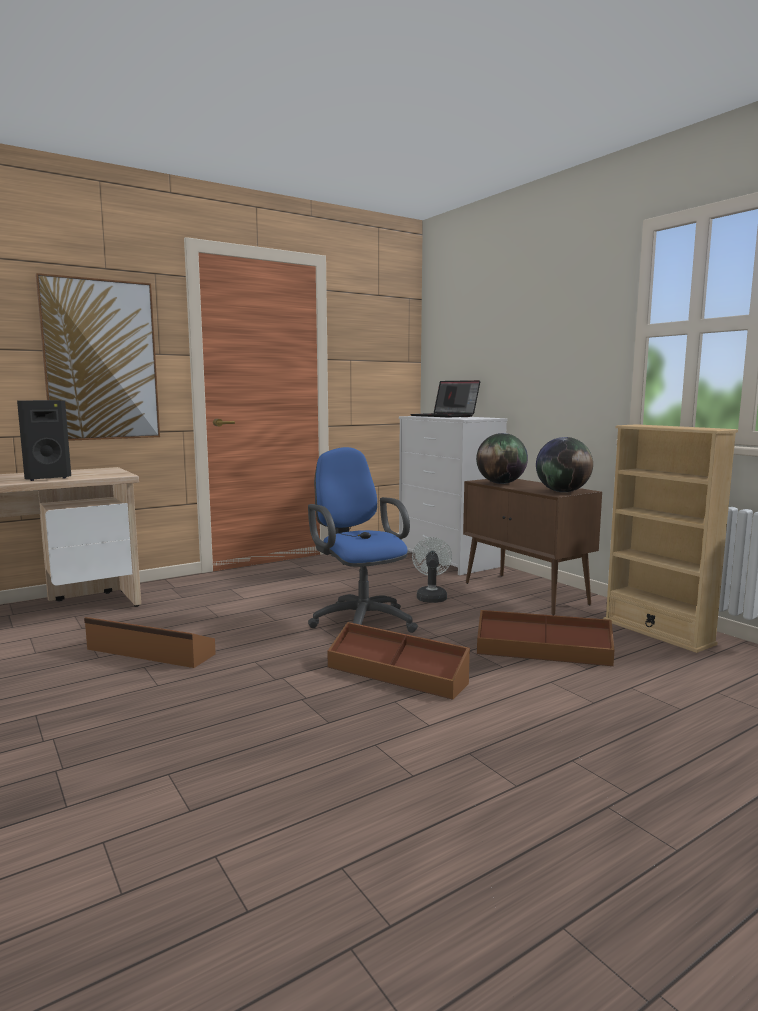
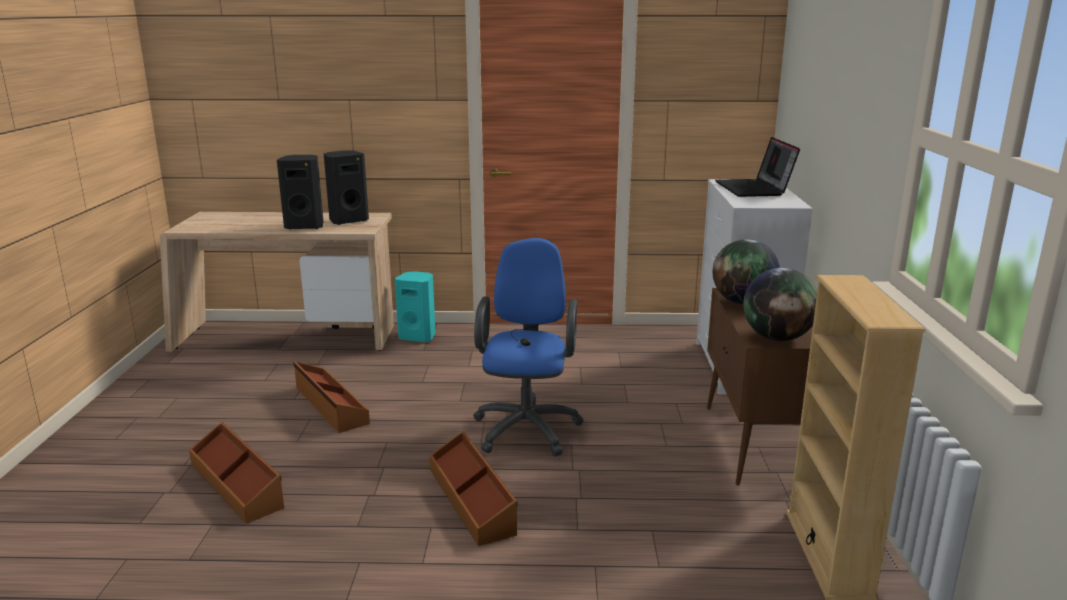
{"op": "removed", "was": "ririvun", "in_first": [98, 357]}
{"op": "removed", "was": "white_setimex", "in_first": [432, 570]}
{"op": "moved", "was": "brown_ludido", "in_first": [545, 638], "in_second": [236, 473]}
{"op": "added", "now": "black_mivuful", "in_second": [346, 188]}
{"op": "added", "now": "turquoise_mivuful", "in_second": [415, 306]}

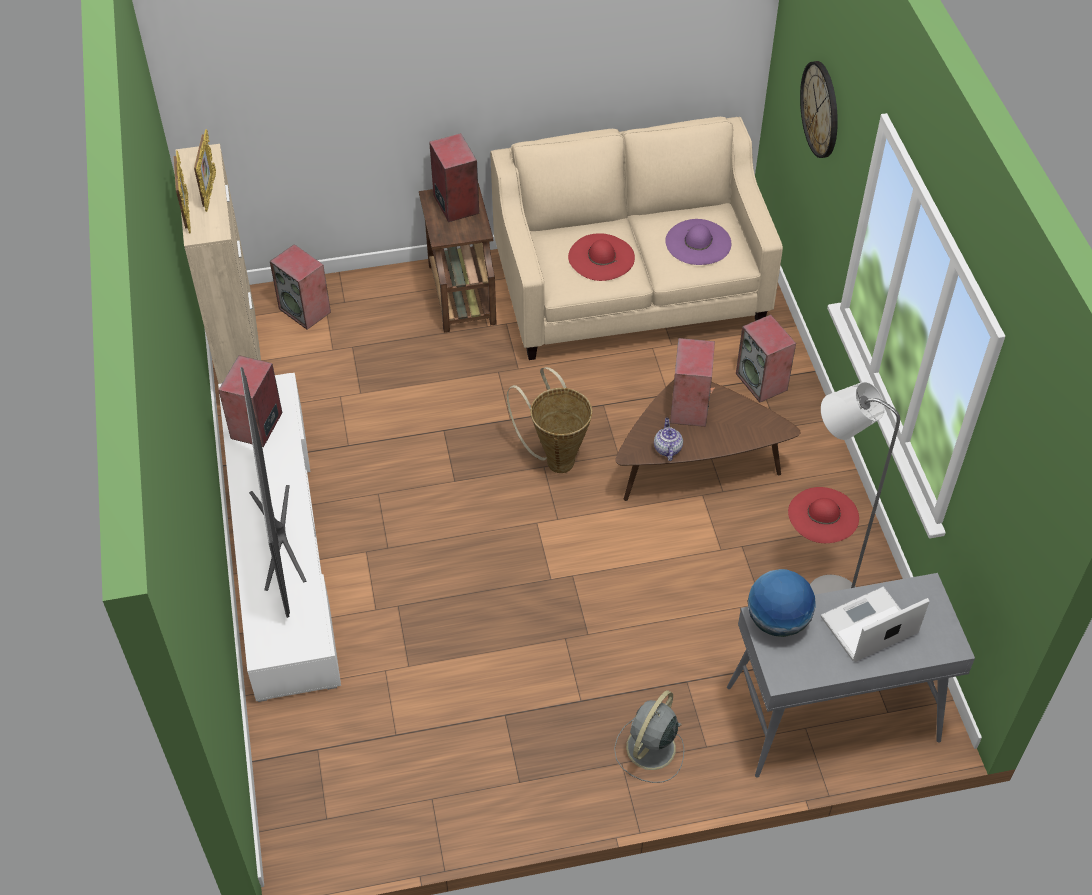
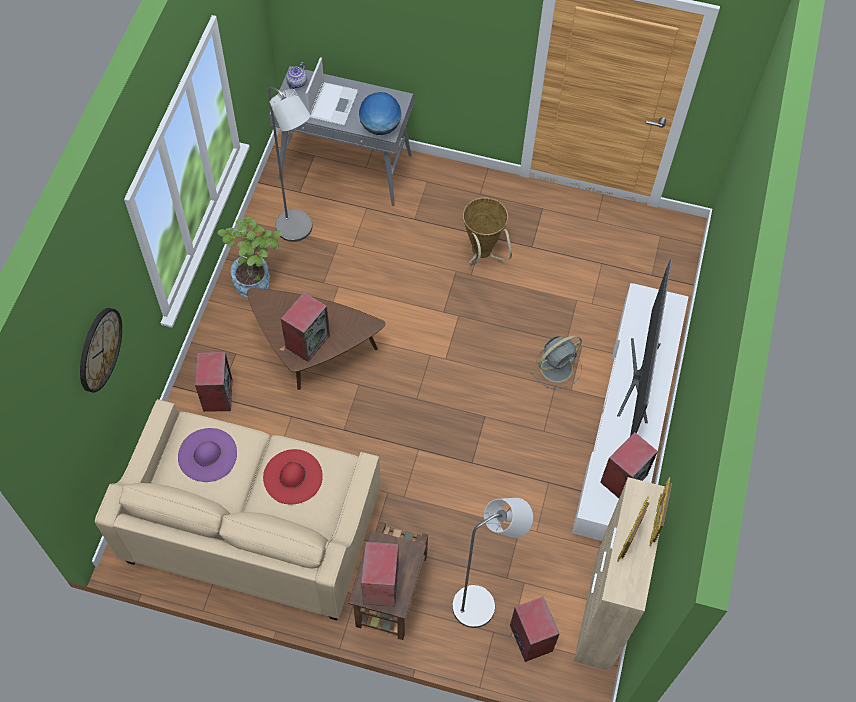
{"op": "moved", "was": "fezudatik", "in_first": [549, 420], "in_second": [487, 231]}
{"op": "moved", "was": "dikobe", "in_first": [668, 439], "in_second": [296, 75]}
{"op": "replaced", "was": "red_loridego", "now": "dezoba", "in_first": [823, 515], "in_second": [249, 256]}
{"op": "turned", "was": "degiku", "in_first": [875, 624], "in_second": [331, 91], "clockwise": -75}
{"op": "moved", "was": "grey_setimex", "in_first": [649, 736], "in_second": [556, 362]}
{"op": "added", "now": "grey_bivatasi", "in_second": [492, 563]}

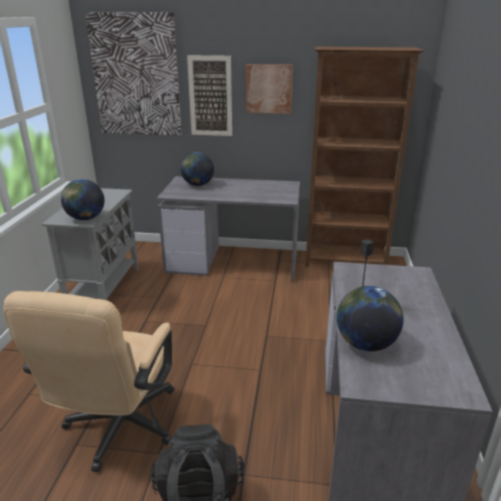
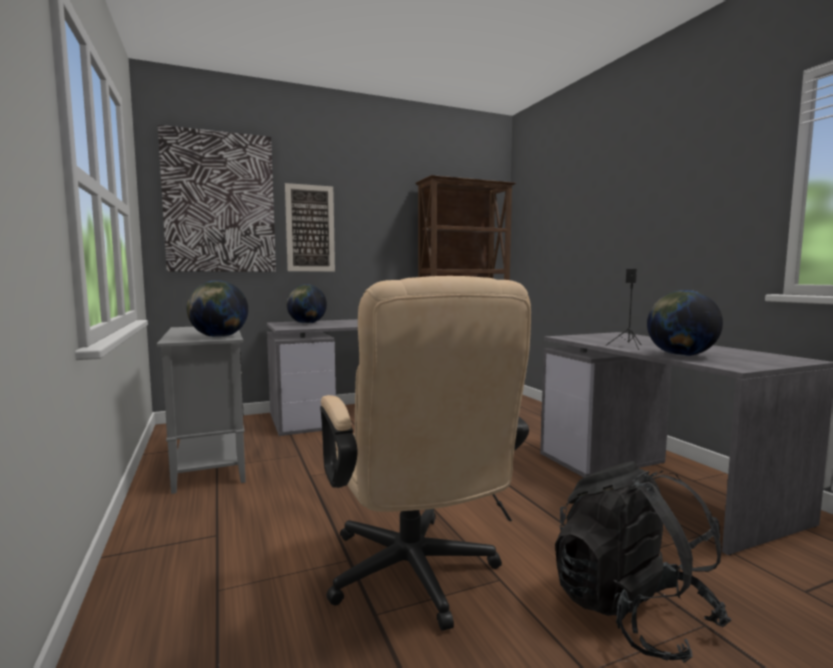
{"op": "removed", "was": "ririvun", "in_first": [269, 89]}

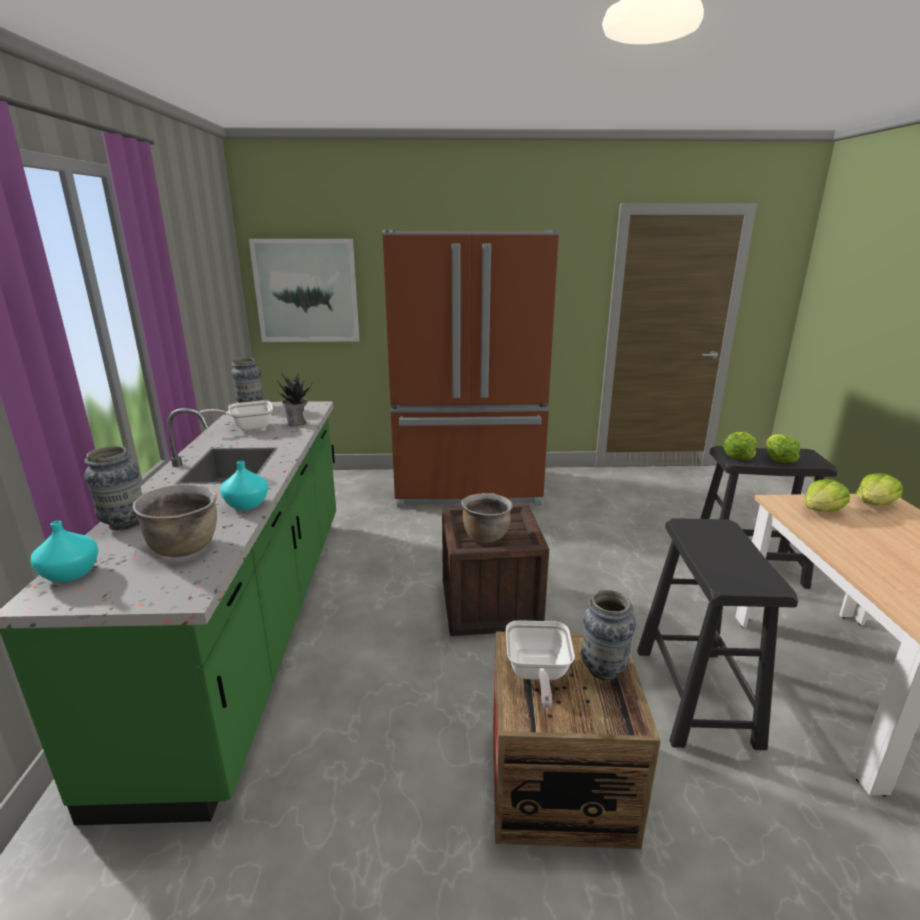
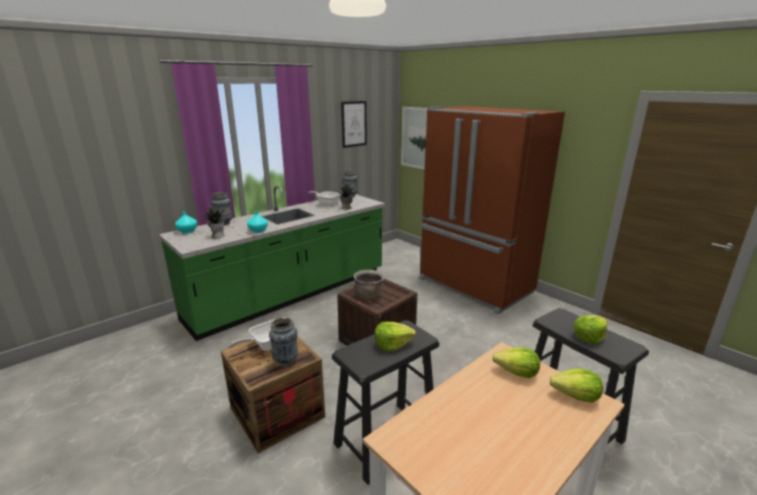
{"op": "moved", "was": "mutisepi", "in_first": [739, 446], "in_second": [395, 336]}
{"op": "replaced", "was": "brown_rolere", "now": "dezoba", "in_first": [175, 521], "in_second": [212, 221]}
{"op": "added", "now": "ririvun", "in_second": [354, 124]}

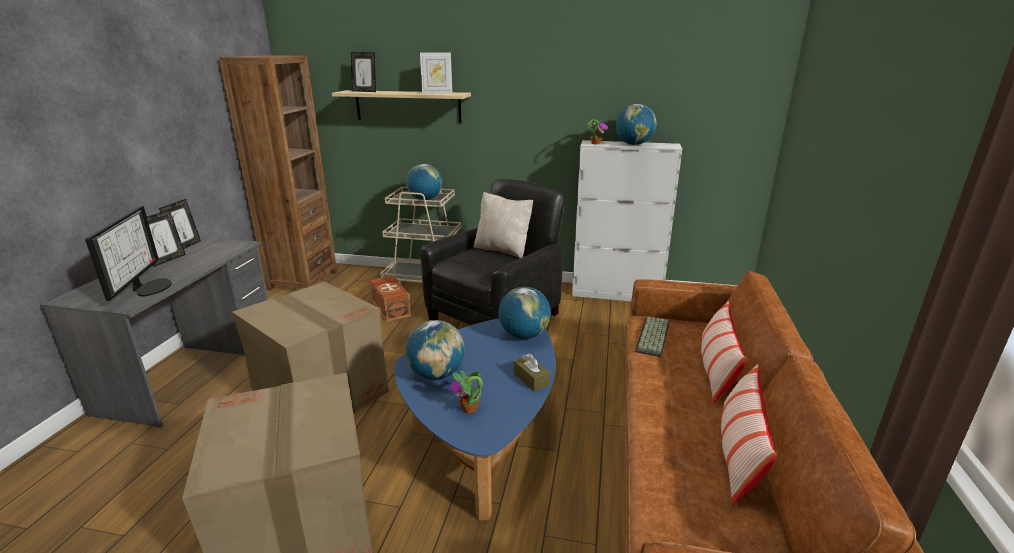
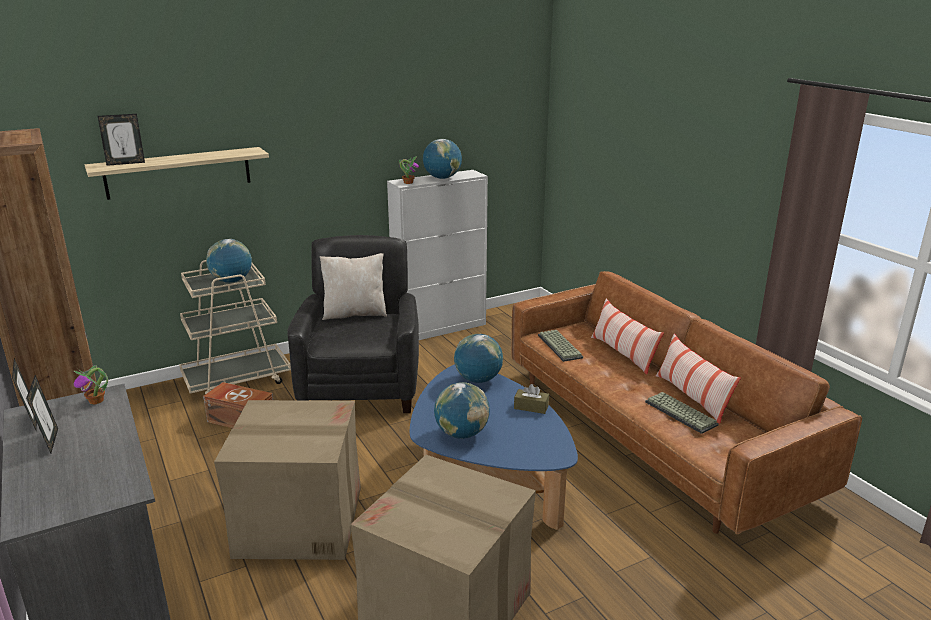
{"op": "removed", "was": "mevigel", "in_first": [436, 73]}
{"op": "removed", "was": "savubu", "in_first": [128, 253]}
{"op": "moved", "was": "dezoba", "in_first": [466, 391], "in_second": [90, 384]}
{"op": "added", "now": "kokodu", "in_second": [682, 413]}

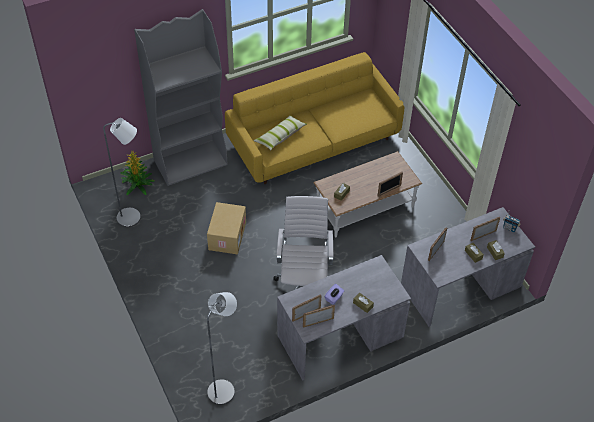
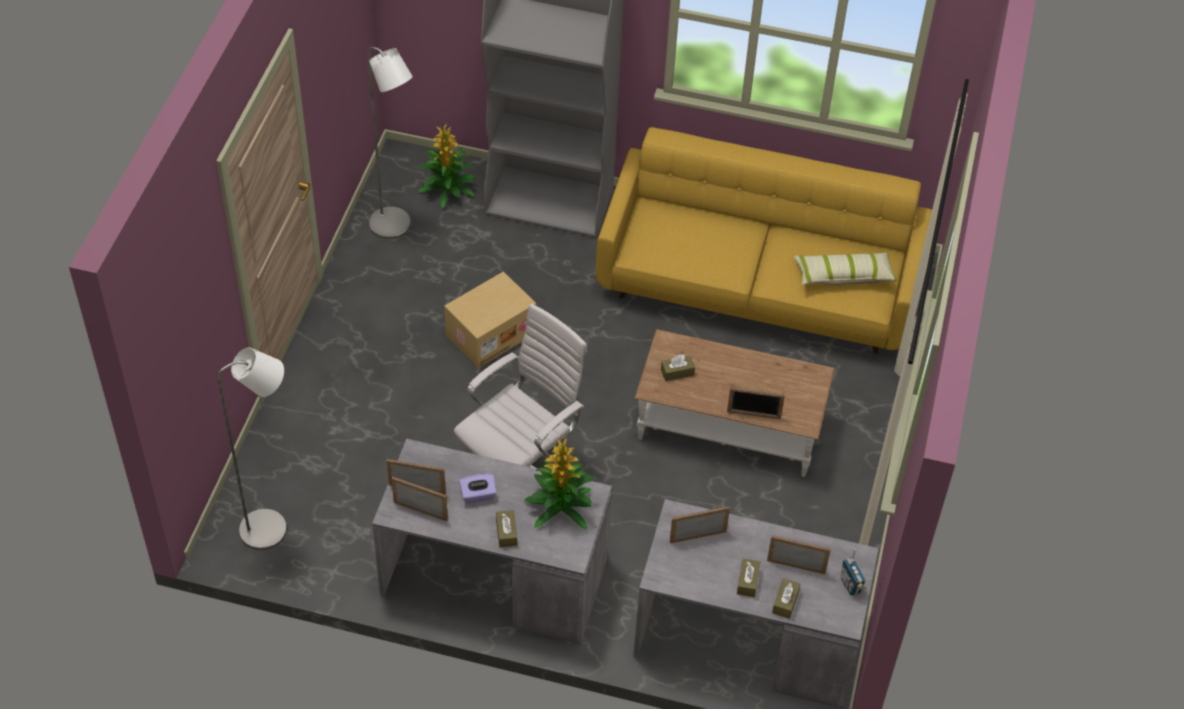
{"op": "moved", "was": "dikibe", "in_first": [280, 132], "in_second": [846, 268]}
{"op": "added", "now": "dezoba", "in_second": [559, 483]}

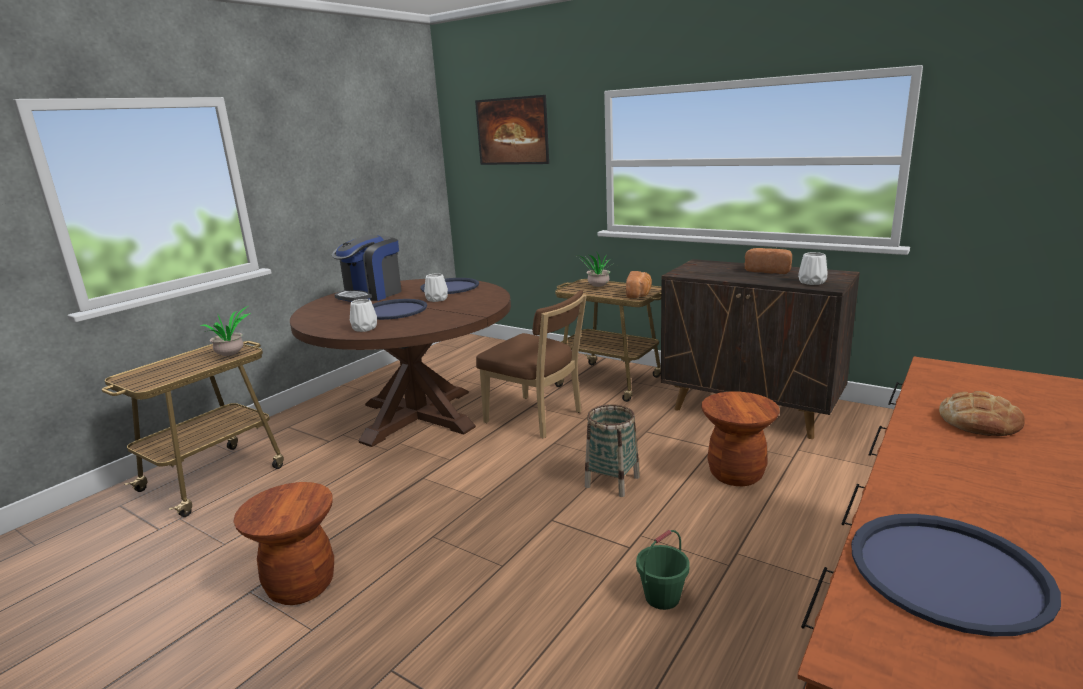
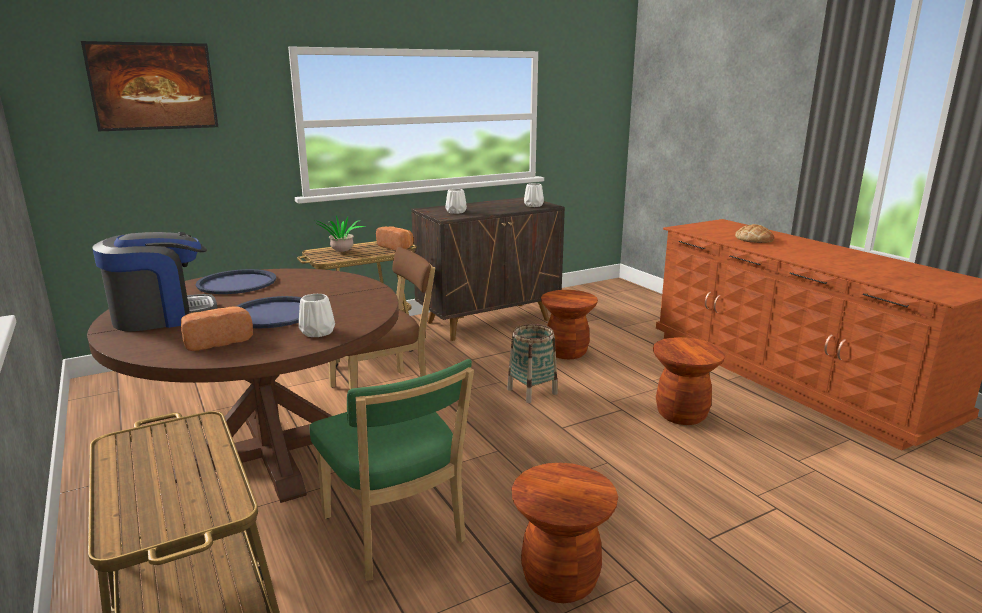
{"op": "turned", "was": "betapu", "in_first": [366, 268], "in_second": [154, 281], "clockwise": -90}
{"op": "moved", "was": "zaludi", "in_first": [768, 261], "in_second": [217, 328]}
{"op": "moved", "was": "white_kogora", "in_first": [436, 287], "in_second": [456, 201]}
{"op": "removed", "was": "dezoba", "in_first": [225, 331]}
{"op": "removed", "was": "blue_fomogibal", "in_first": [956, 575]}
{"op": "replaced", "was": "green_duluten", "now": "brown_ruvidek", "in_first": [662, 570], "in_second": [689, 381]}
{"op": "added", "now": "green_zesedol", "in_second": [391, 470]}

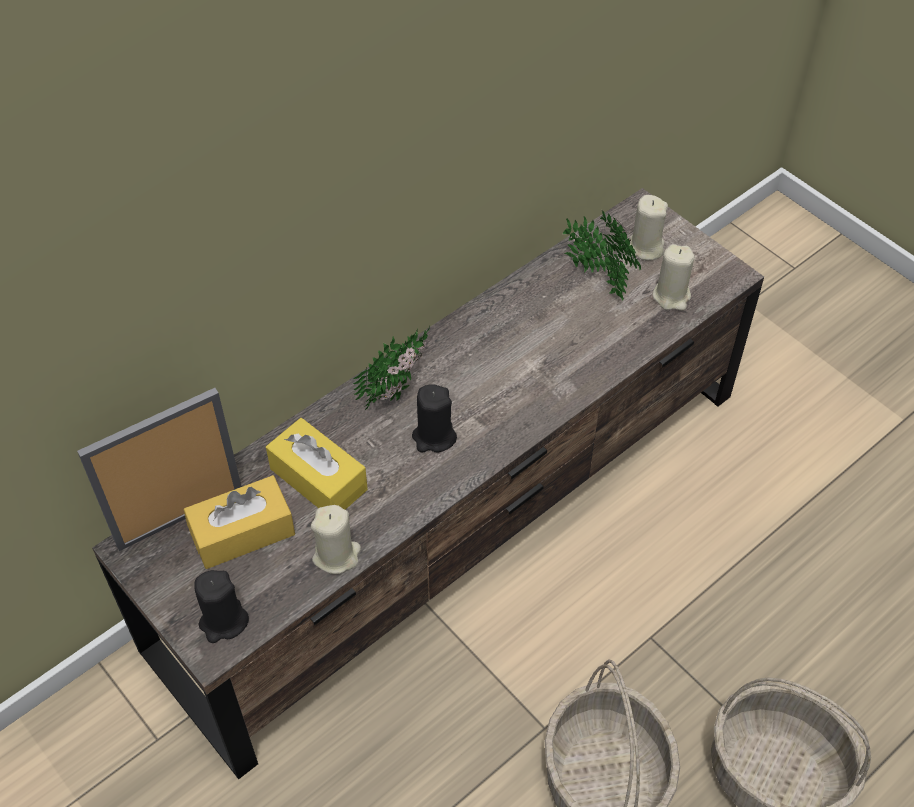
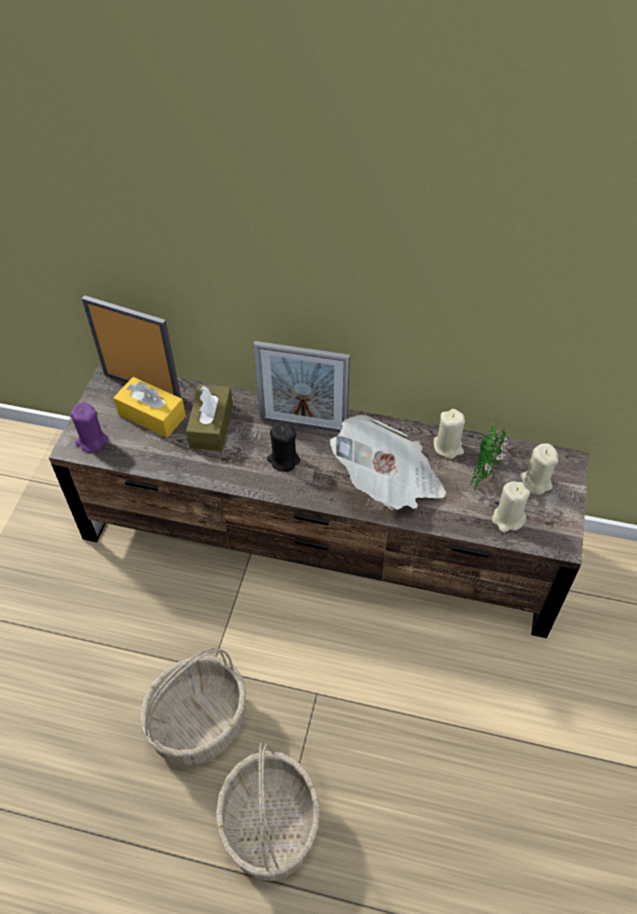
{"op": "replaced", "was": "dezoba", "now": "mevigel", "in_first": [391, 368], "in_second": [301, 386]}
{"op": "recoloured", "was": "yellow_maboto", "now": "brown_maboto", "in_first": [317, 464], "in_second": [209, 418]}
{"op": "moved", "was": "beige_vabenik", "in_first": [336, 539], "in_second": [449, 434]}
{"op": "recoloured", "was": "black_vabenik", "now": "purple_vabenik", "in_first": [221, 606], "in_second": [89, 427]}
{"op": "added", "now": "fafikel", "in_second": [388, 463]}

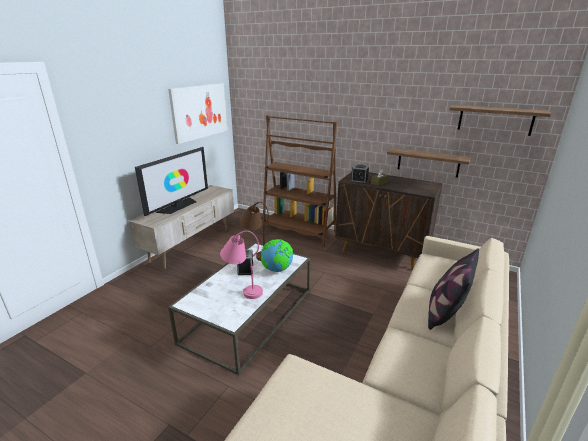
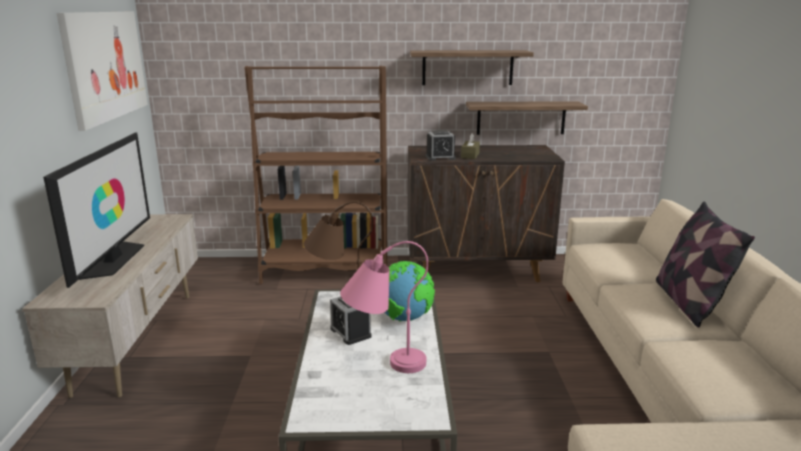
{"op": "moved", "was": "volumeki", "in_first": [500, 120], "in_second": [472, 67]}

